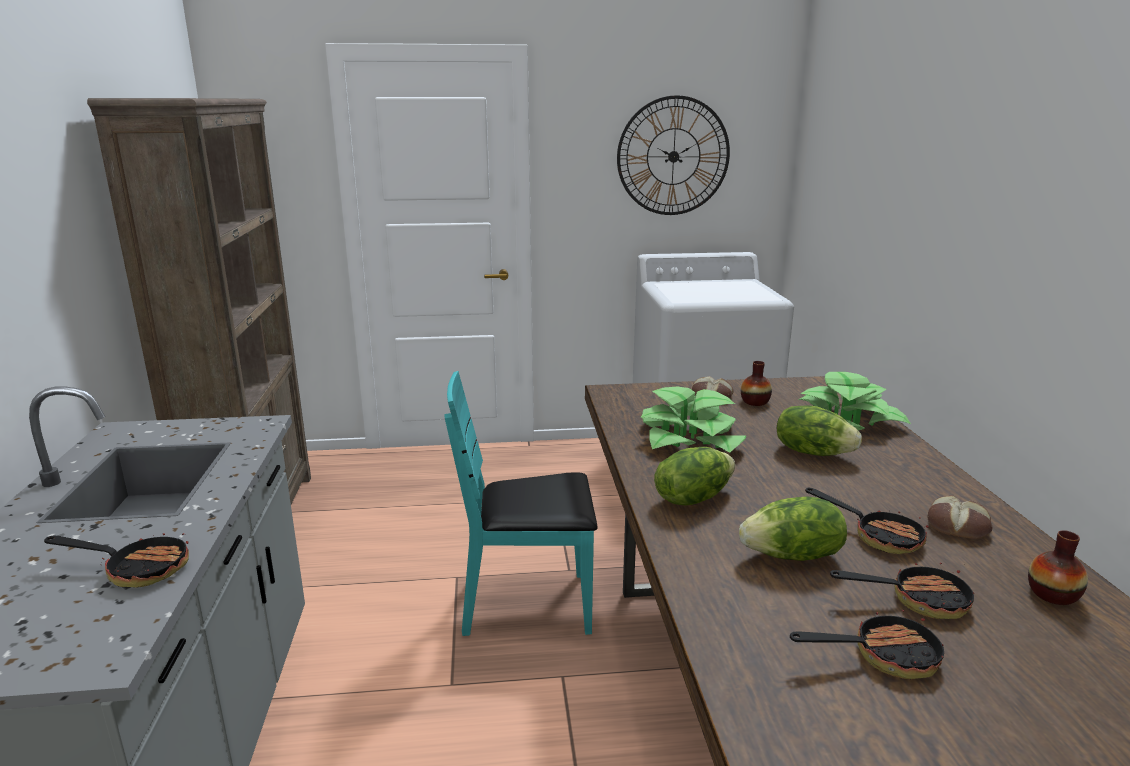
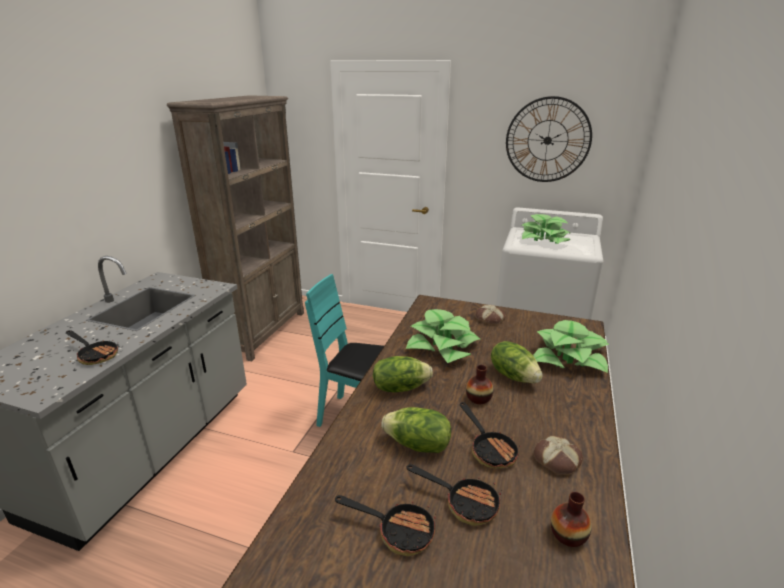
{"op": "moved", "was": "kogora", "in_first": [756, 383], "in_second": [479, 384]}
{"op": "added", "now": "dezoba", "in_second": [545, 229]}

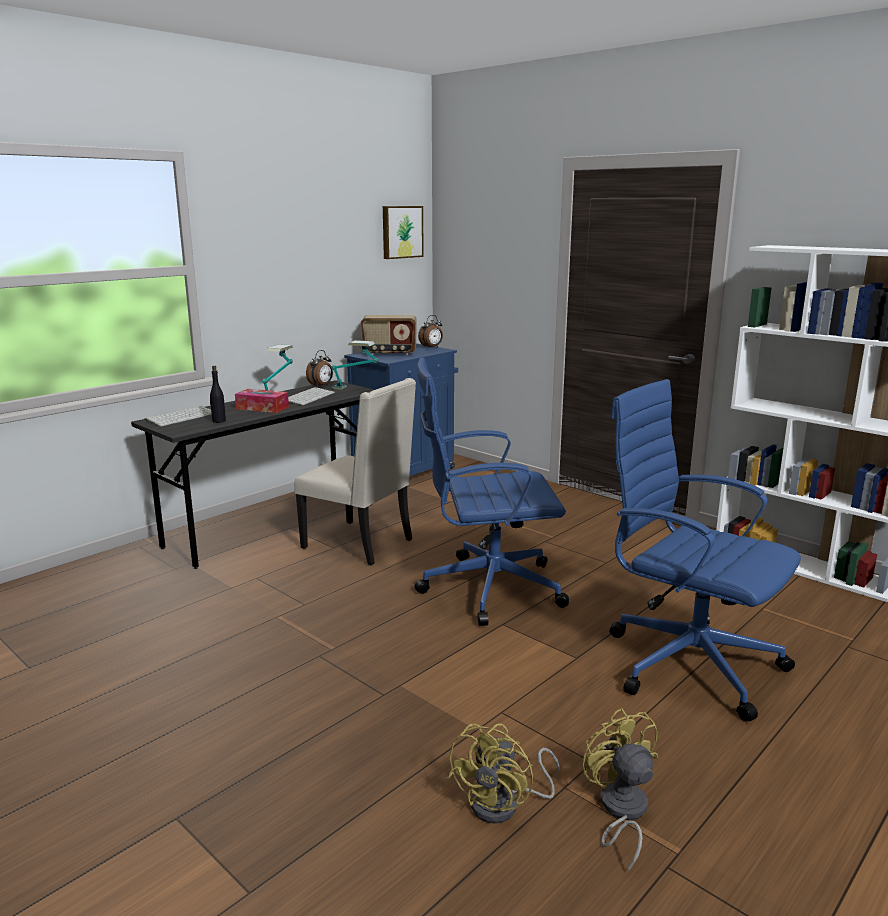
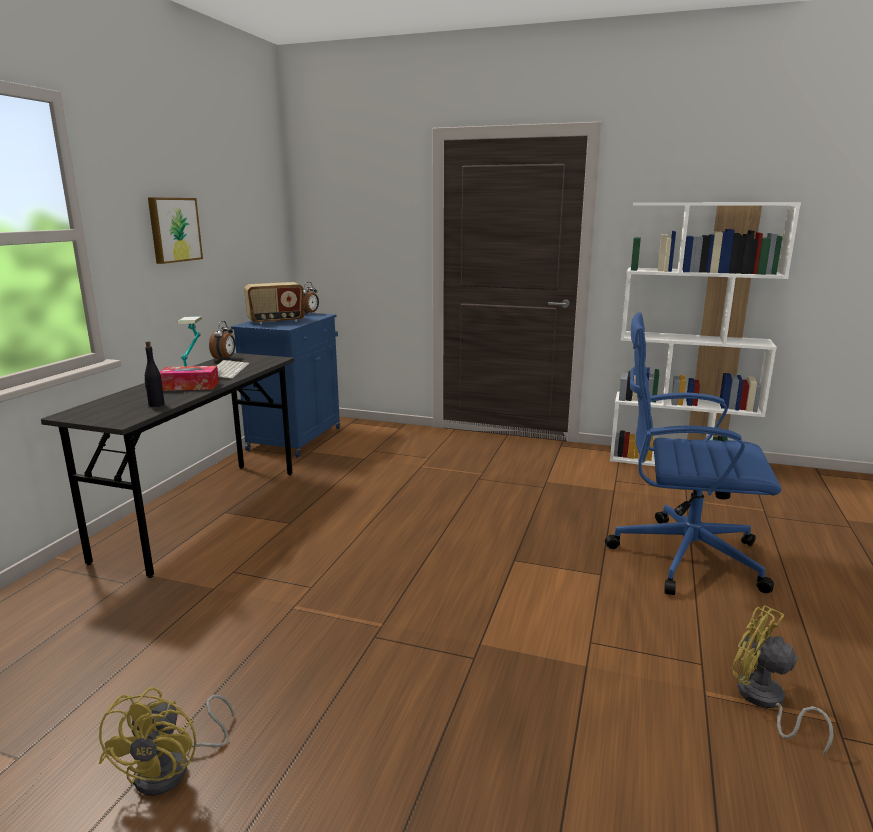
{"op": "moved", "was": "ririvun", "in_first": [403, 232], "in_second": [175, 230]}
{"op": "removed", "was": "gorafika", "in_first": [355, 365]}
{"op": "removed", "was": "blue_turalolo", "in_first": [492, 491]}
{"op": "removed", "was": "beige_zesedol", "in_first": [355, 471]}
{"op": "removed", "was": "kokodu", "in_first": [178, 416]}
{"op": "moved", "was": "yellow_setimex", "in_first": [504, 773], "in_second": [166, 741]}

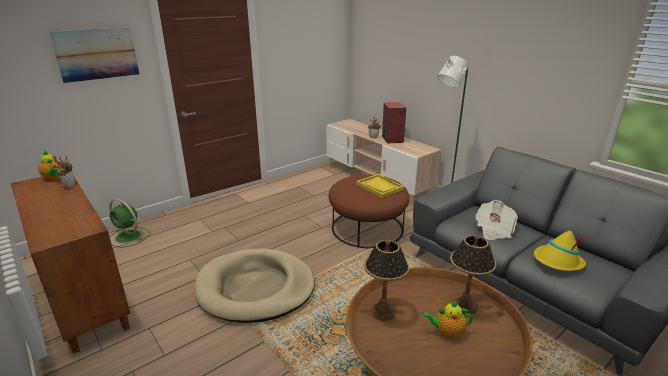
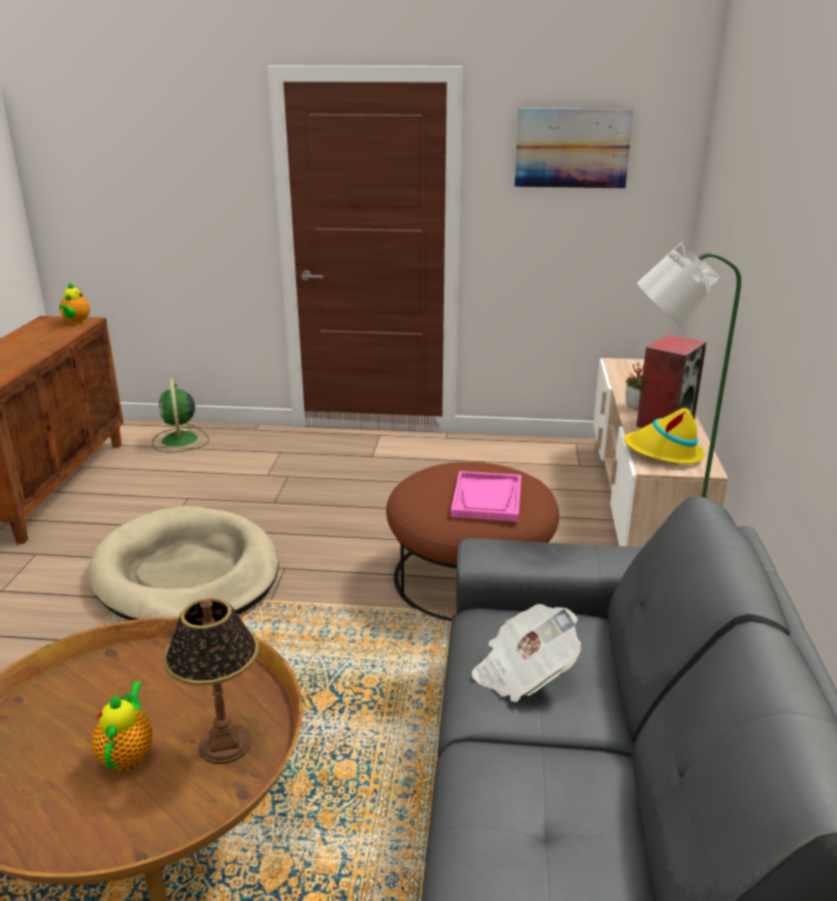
{"op": "moved", "was": "ririvun", "in_first": [94, 55], "in_second": [574, 148]}
{"op": "removed", "was": "dezoba", "in_first": [63, 172]}
{"op": "recoloured", "was": "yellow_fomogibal", "now": "pink_fomogibal", "in_first": [380, 186], "in_second": [486, 496]}
{"op": "moved", "was": "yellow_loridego", "in_first": [560, 251], "in_second": [664, 436]}
{"op": "removed", "was": "gorafika", "in_first": [386, 280]}
{"op": "turned", "was": "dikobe", "in_first": [447, 319], "in_second": [122, 727], "clockwise": 45}

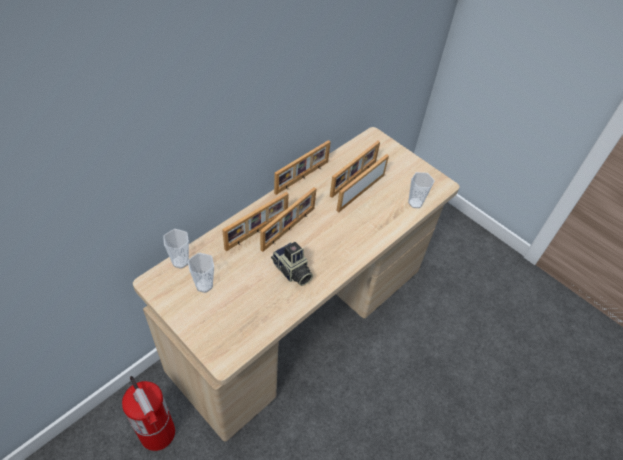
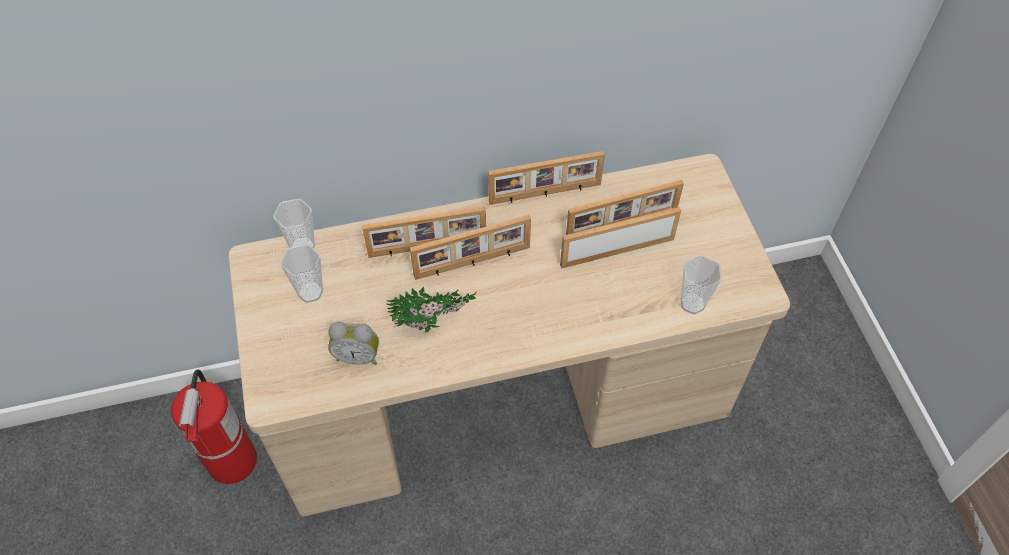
{"op": "replaced", "was": "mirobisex", "now": "dezoba", "in_first": [292, 264], "in_second": [432, 309]}
{"op": "added", "now": "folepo", "in_second": [353, 343]}

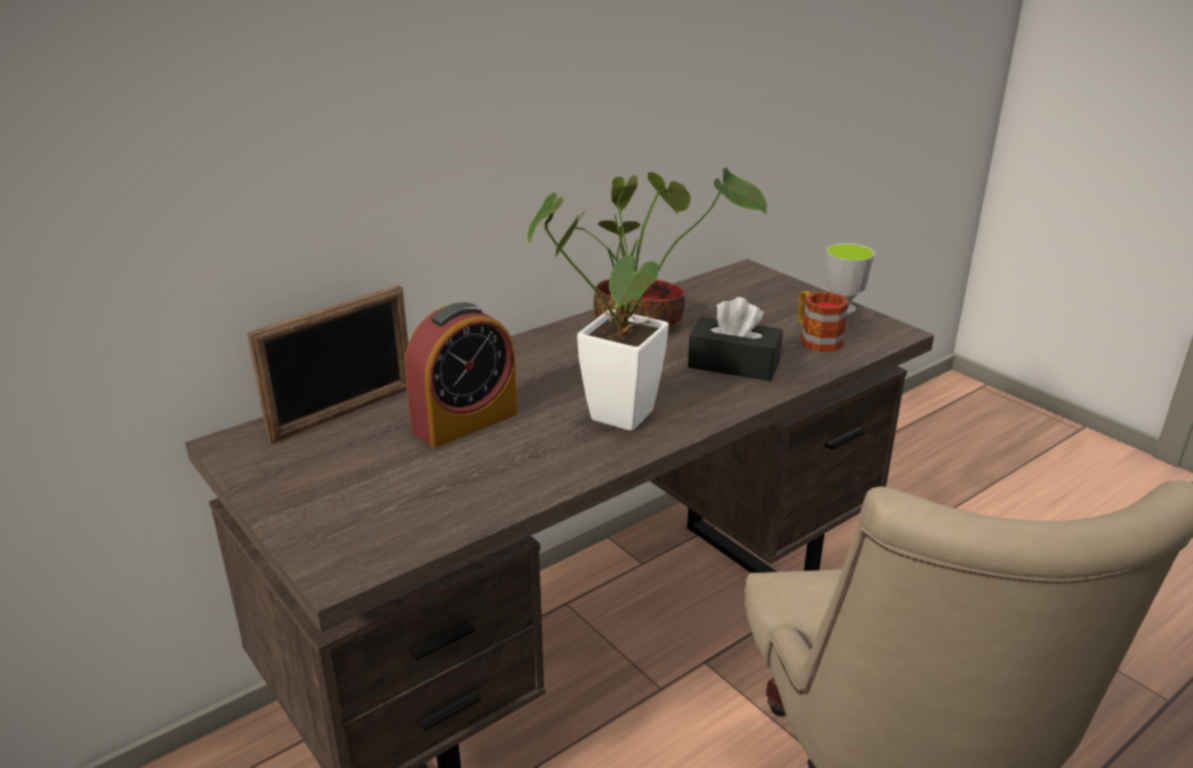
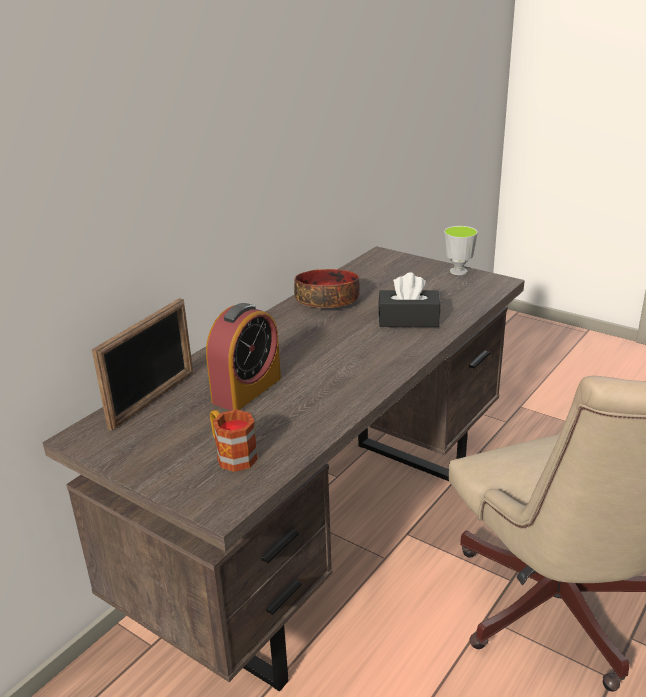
{"op": "removed", "was": "dezoba", "in_first": [646, 299]}
{"op": "moved", "was": "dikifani", "in_first": [823, 321], "in_second": [234, 441]}

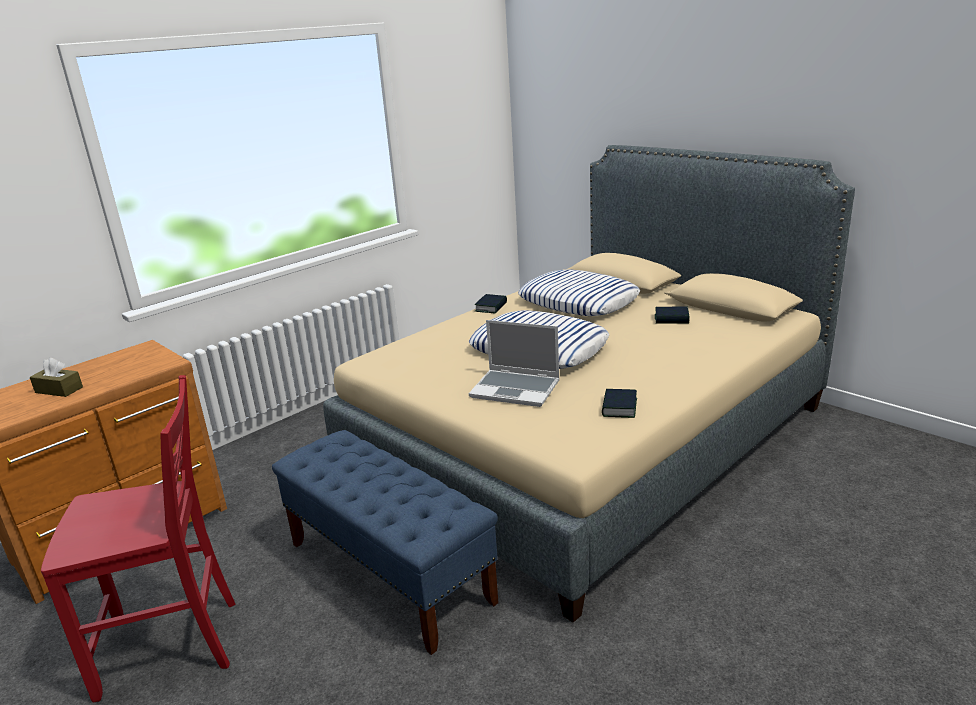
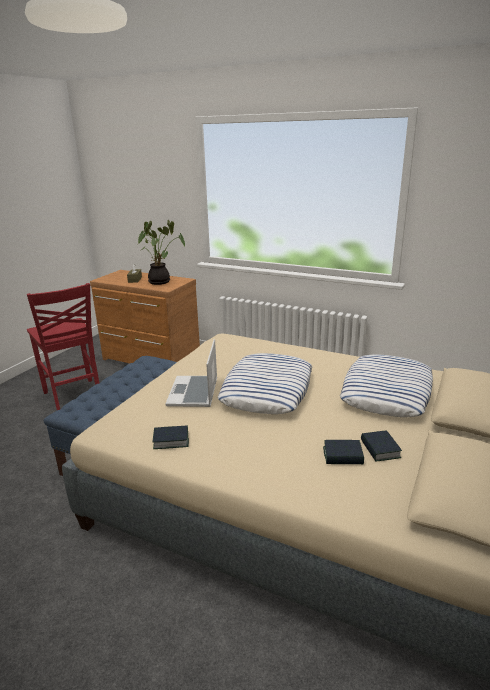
{"op": "moved", "was": "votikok", "in_first": [491, 304], "in_second": [343, 452]}
{"op": "added", "now": "dezoba", "in_second": [161, 252]}

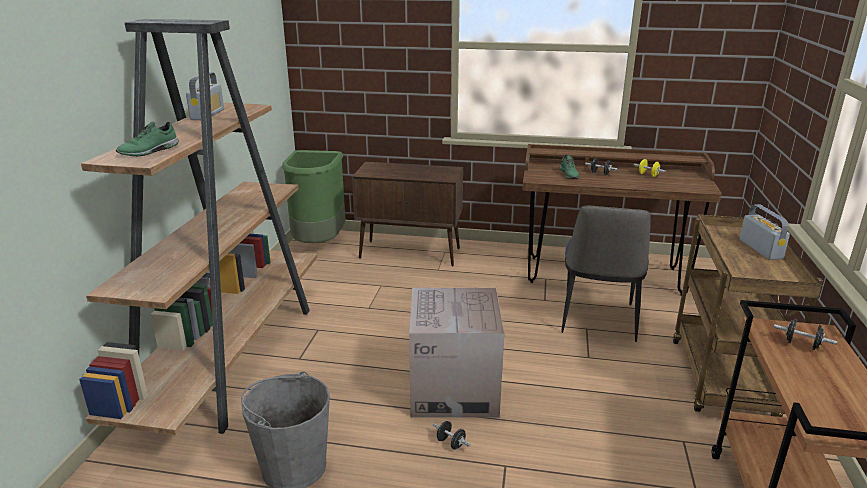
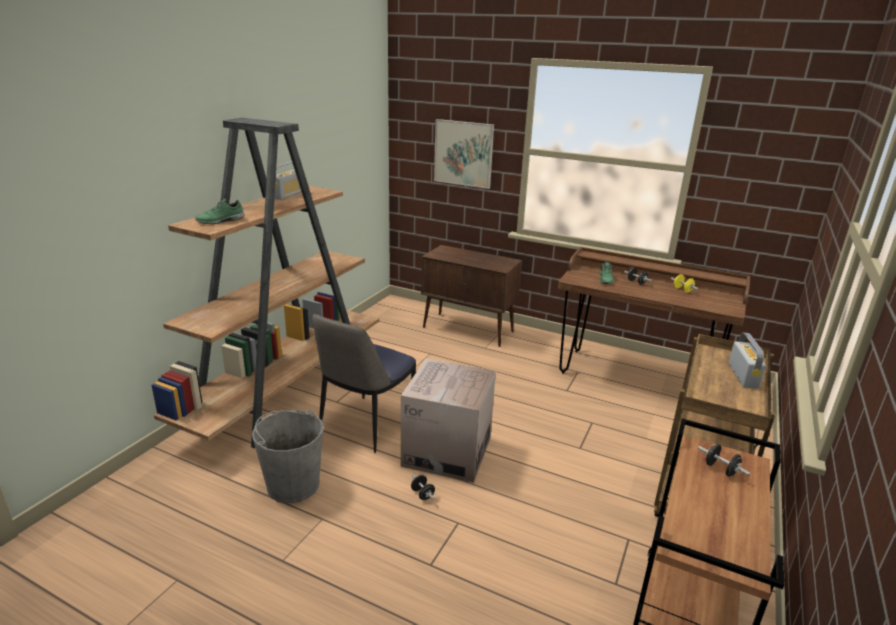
{"op": "removed", "was": "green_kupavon", "in_first": [314, 196]}
{"op": "moved", "was": "zesedol", "in_first": [606, 274], "in_second": [364, 383]}
{"op": "added", "now": "ririvun", "in_second": [464, 154]}

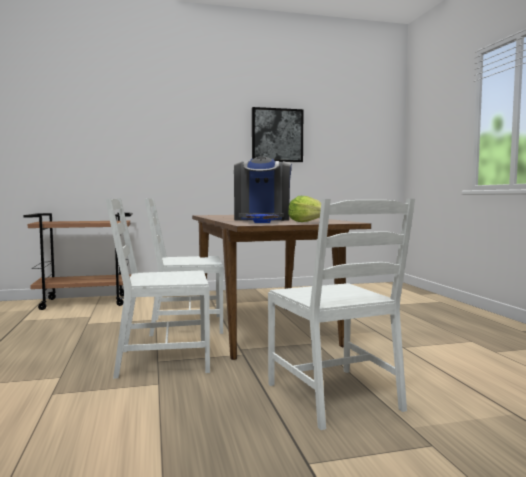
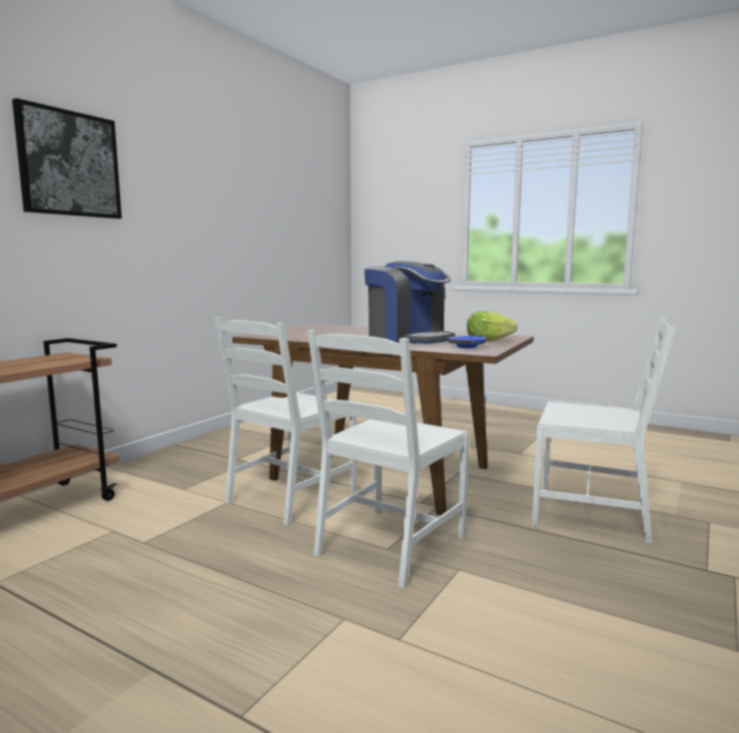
{"op": "moved", "was": "ririvun", "in_first": [277, 134], "in_second": [67, 158]}

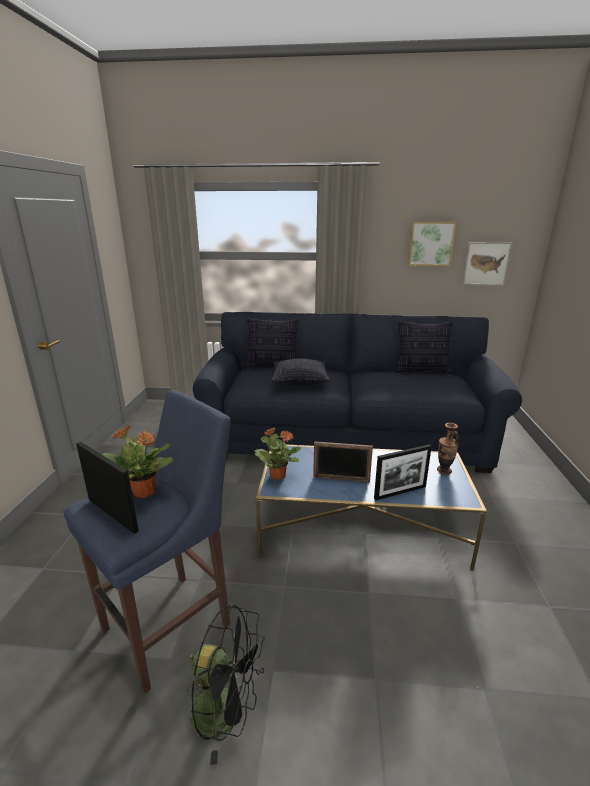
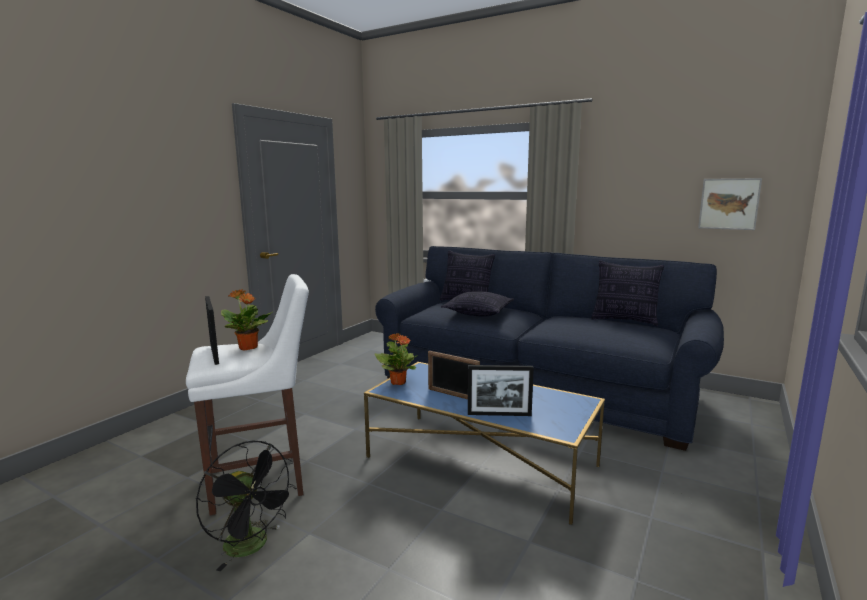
{"op": "removed", "was": "ririvun", "in_first": [432, 244]}
{"op": "recoloured", "was": "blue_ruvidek", "now": "white_ruvidek", "in_first": [147, 541], "in_second": [247, 394]}
{"op": "removed", "was": "kogora", "in_first": [448, 449]}

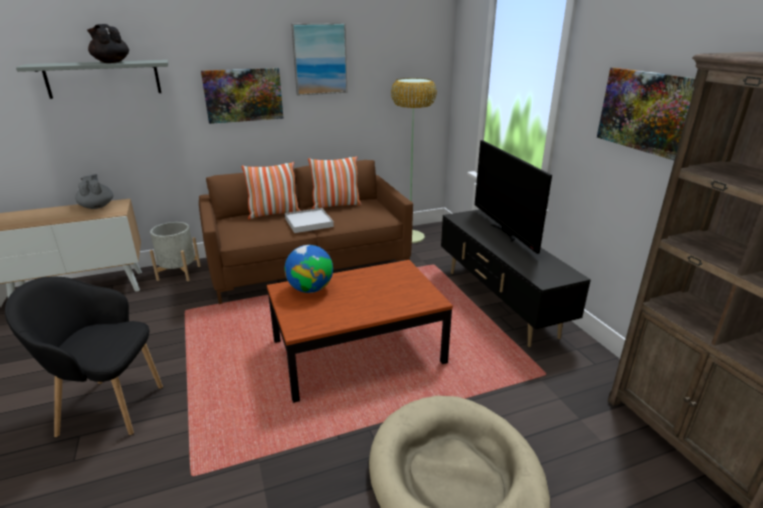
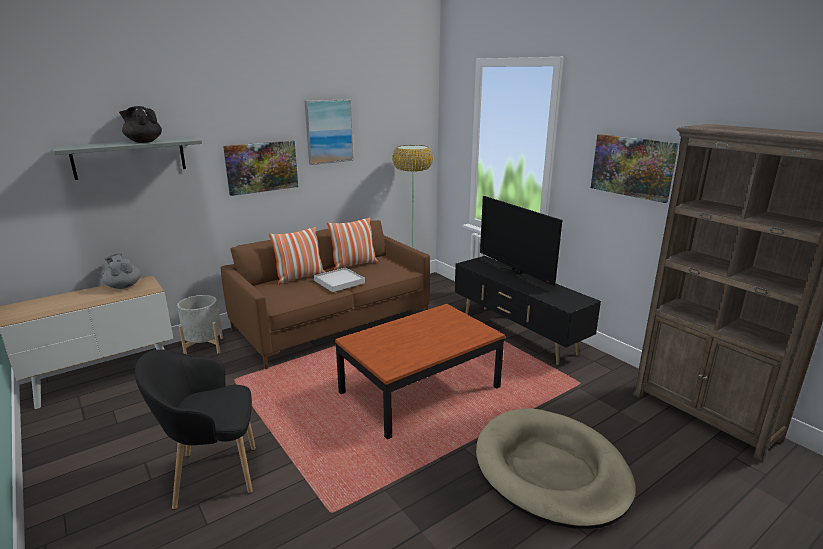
{"op": "removed", "was": "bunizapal", "in_first": [309, 269]}

